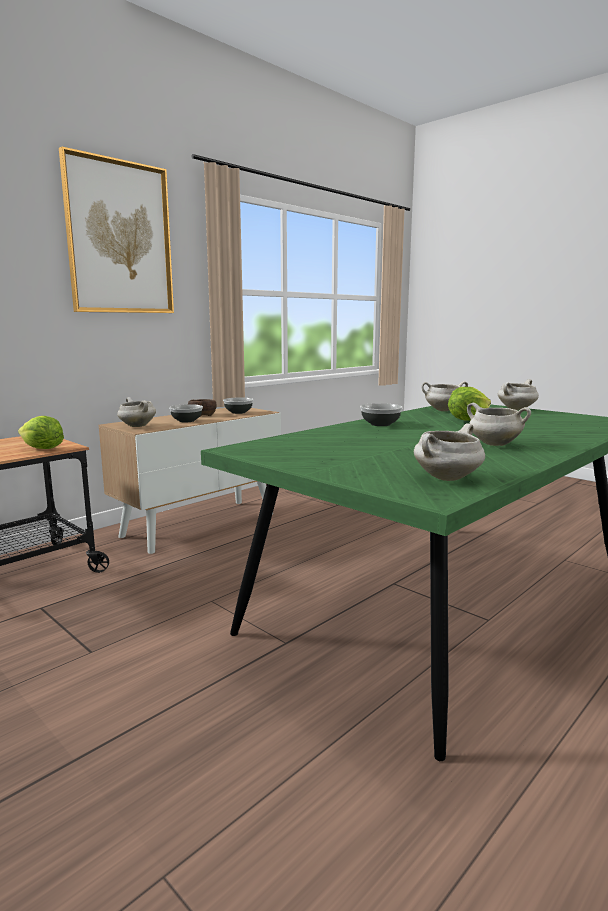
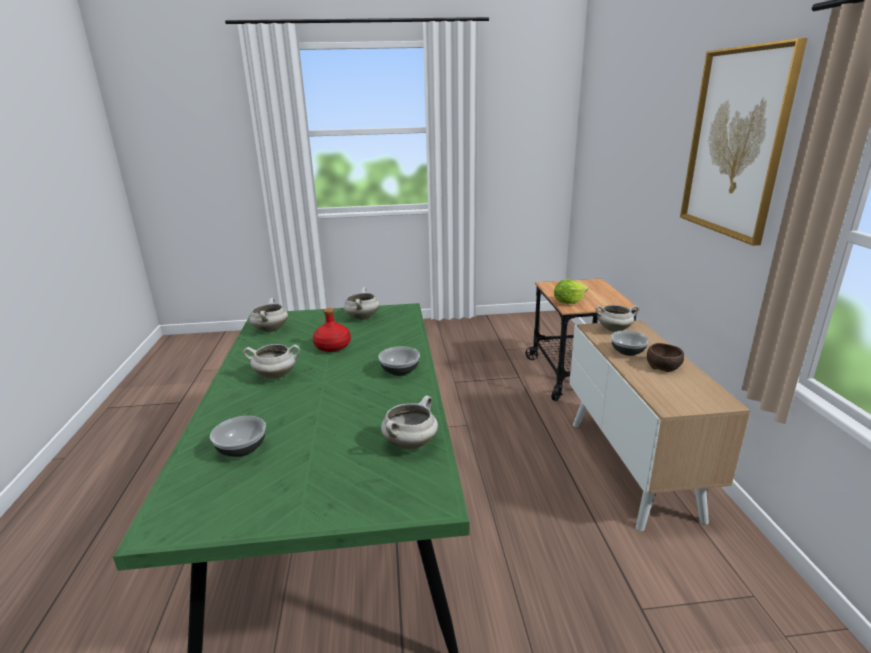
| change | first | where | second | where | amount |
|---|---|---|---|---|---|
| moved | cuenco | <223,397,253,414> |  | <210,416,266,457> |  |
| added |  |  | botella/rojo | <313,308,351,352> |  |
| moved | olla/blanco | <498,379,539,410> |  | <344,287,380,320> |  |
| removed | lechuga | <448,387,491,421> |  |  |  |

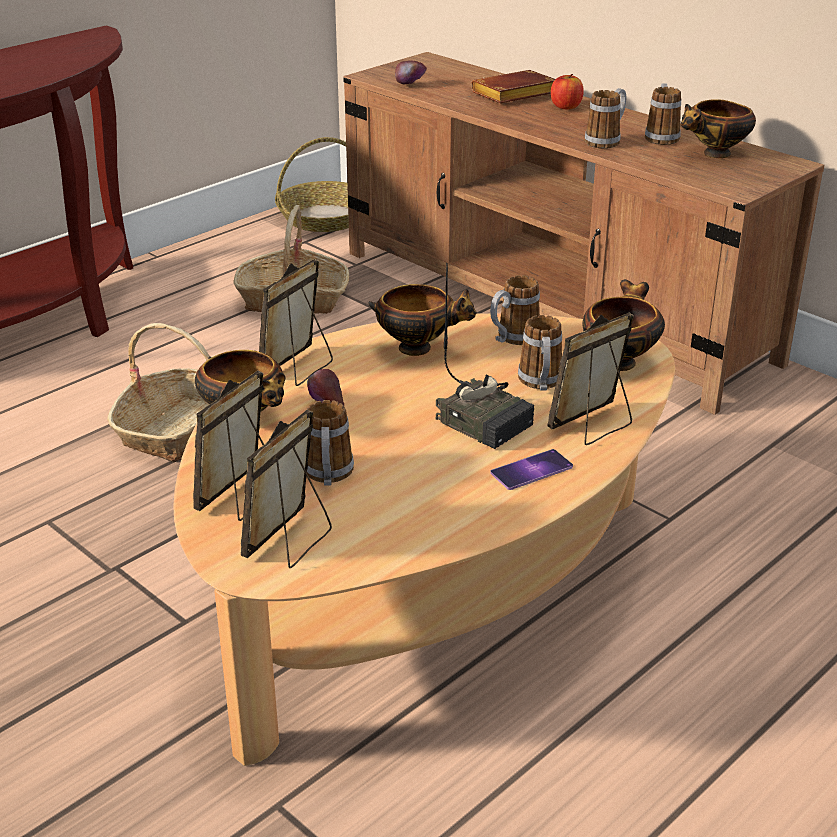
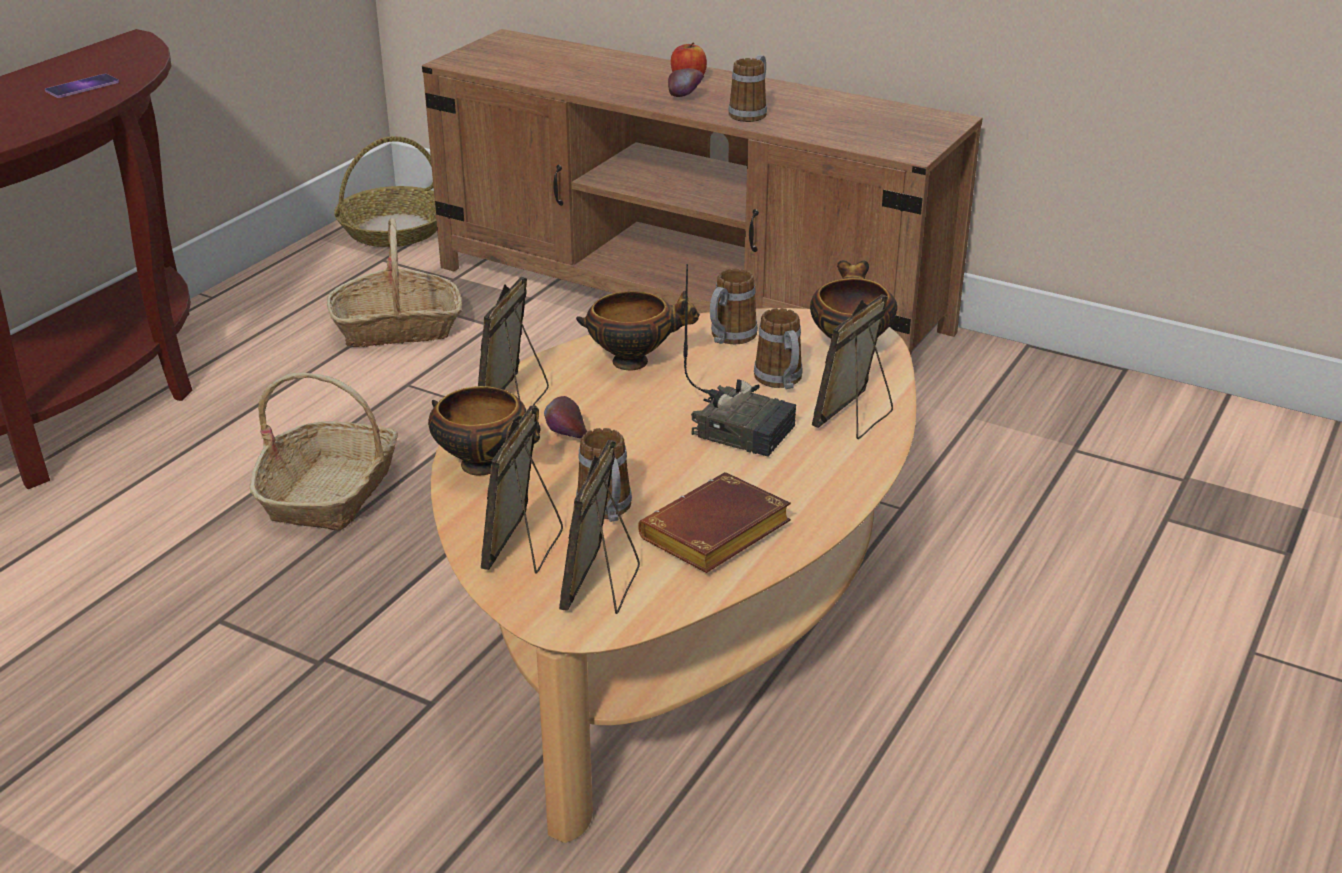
| change | first | where | second | where | amount |
|---|---|---|---|---|---|
| moved | móvil | <490,449,573,490> |  | <45,74,119,98> |  |
| moved | libro/marrón | <471,70,555,103> |  | <638,472,791,573> |  |
| moved | manzana | <395,61,427,84> |  | <668,68,704,97> |  |
| removed | taza grande | <645,84,681,145> |  |  |  |
| removed | cuenco | <681,99,756,158> |  |  |  |

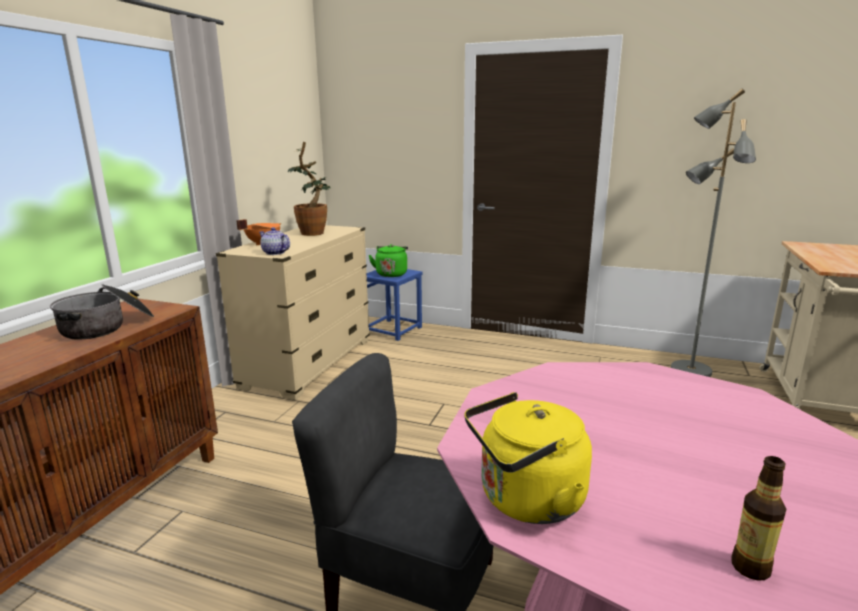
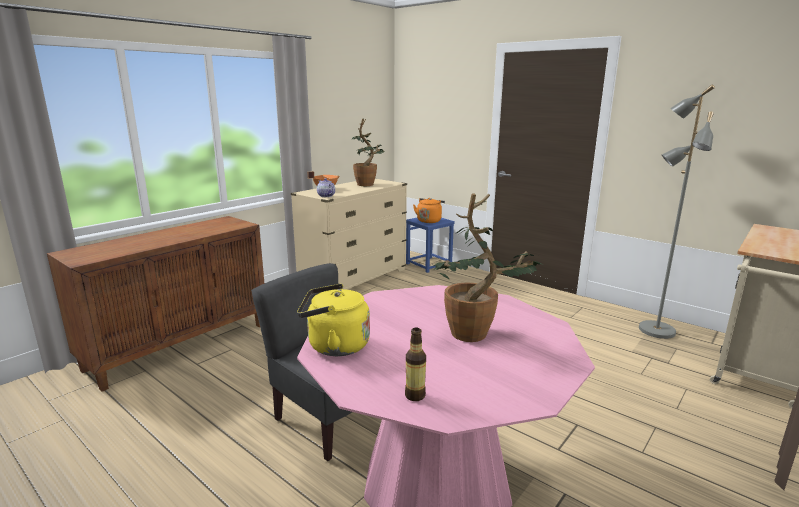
| change | first | where | second | where | amount |
|---|---|---|---|---|---|
| recoloured | hervidor/verde | <368,244,408,277> | hervidor/naranja | <413,198,445,223> |  |
| added |  |  | planta en maceta | <432,194,544,342> |  |
| removed | olla | <50,284,154,340> |  |  |  |

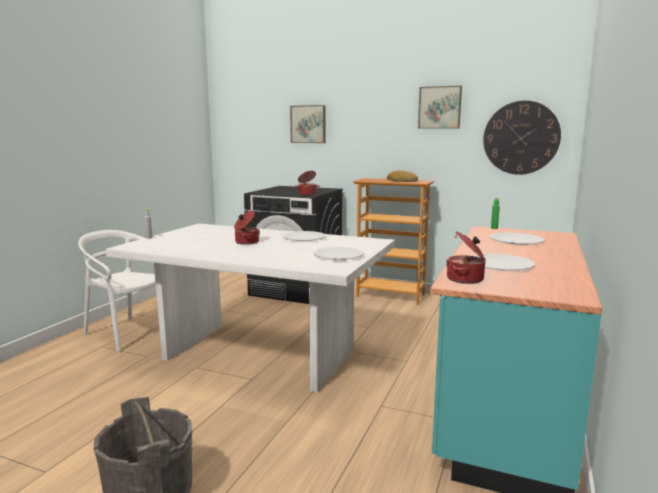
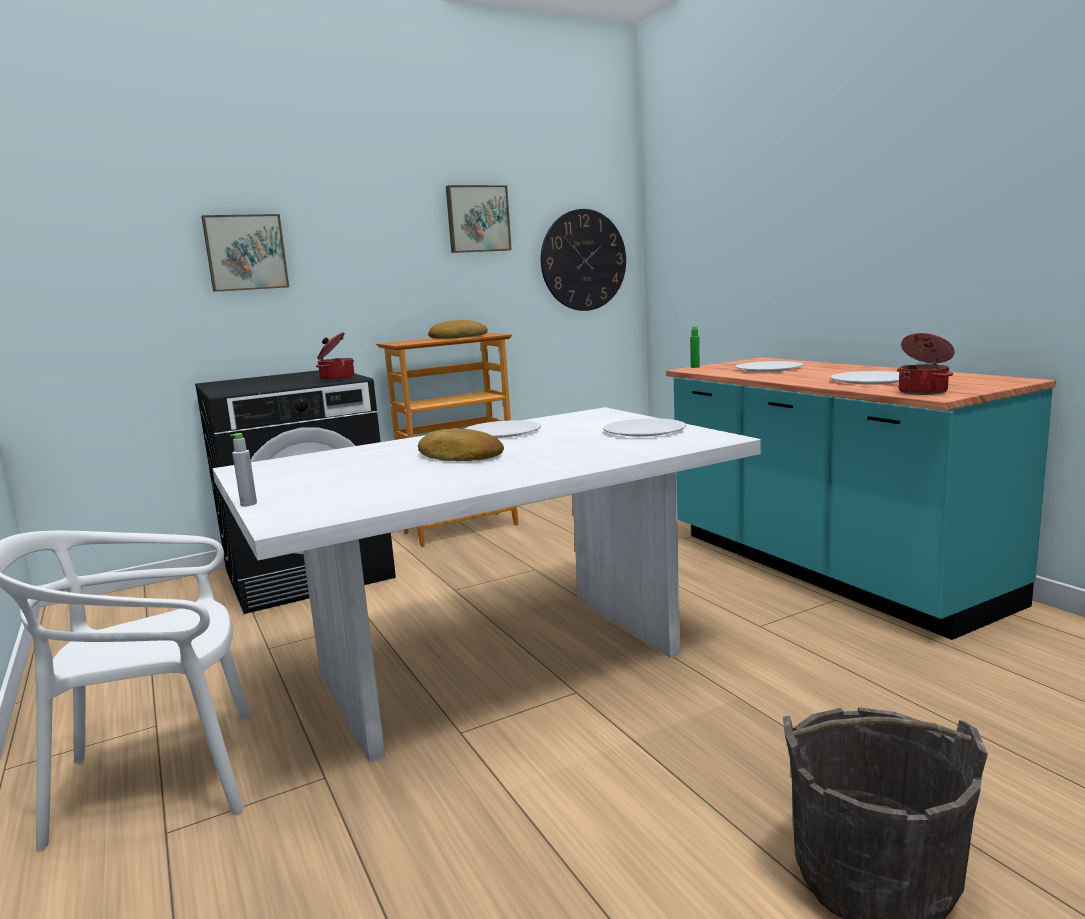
| change | first | where | second | where | amount |
|---|---|---|---|---|---|
| replaced | olla | <234,210,260,245> | pan | <418,428,504,461> |  |

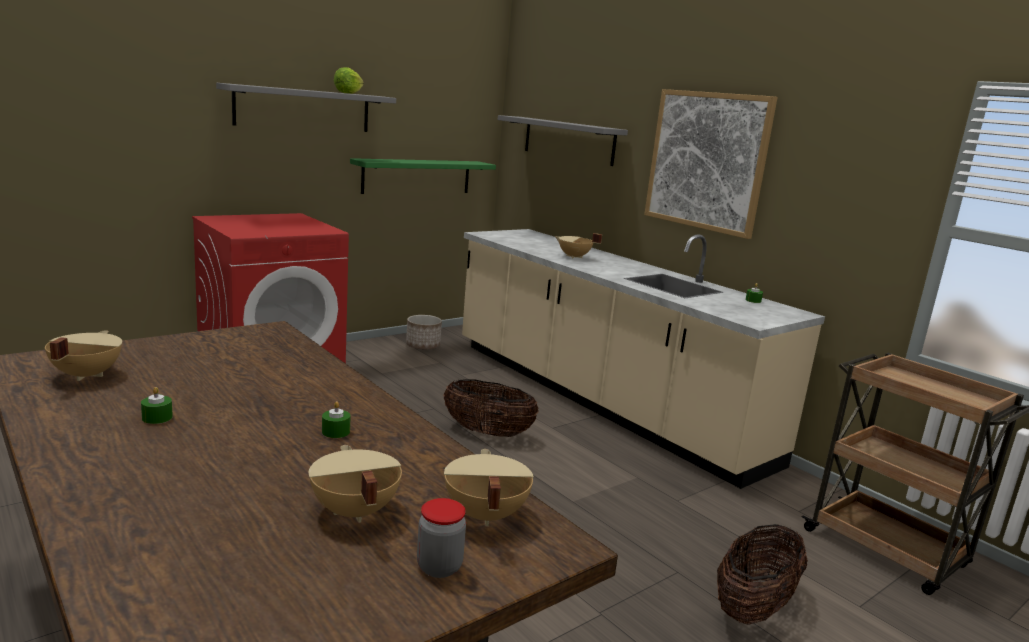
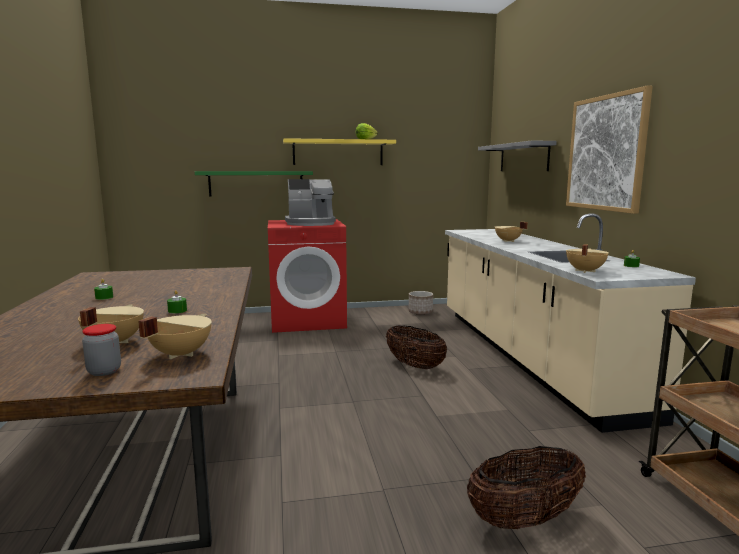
| change | first | where | second | where | amount |
|---|---|---|---|---|---|
| moved | estante/verde | <350,158,496,194> |  | <195,171,313,197> |  |
| recoloured | estante/gris | <216,83,396,132> | estante/amarillo | <283,138,396,165> |  |
| added |  |  | cafetera | <285,179,336,226> |  |
| moved | olla/beis | <45,330,122,381> |  | <566,244,609,273> |  |

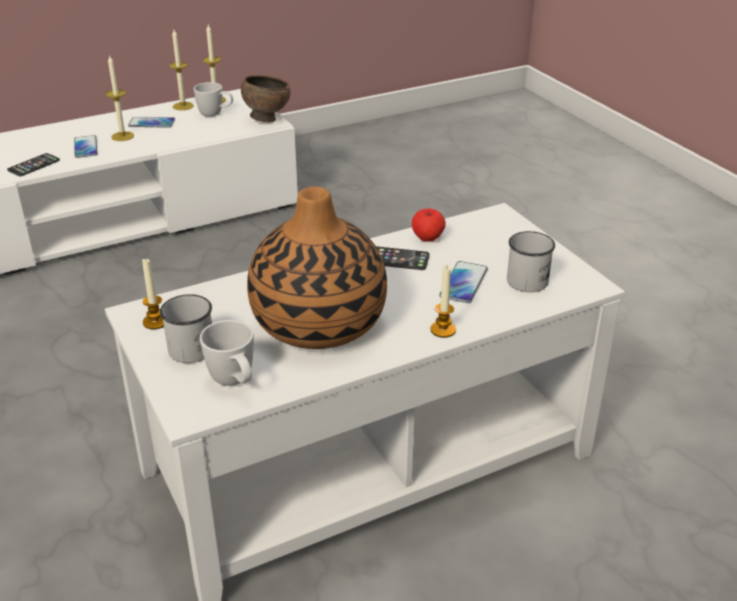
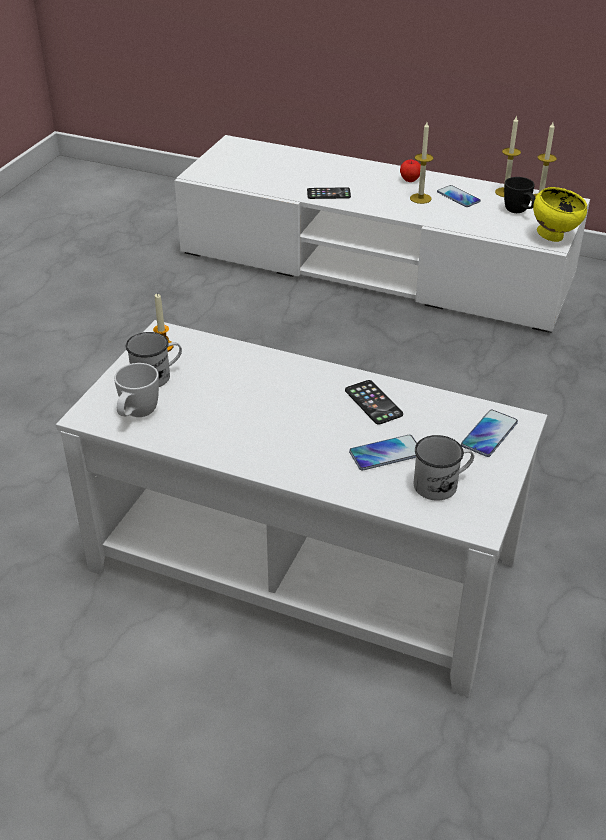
| change | first | where | second | where | amount |
|---|---|---|---|---|---|
| moved | manzana | <412,208,446,242> |  | <400,160,421,182> |  |
| moved | móvil | <74,135,98,158> |  | <461,410,518,457> |  |
| recoloured | taza grande/blanco | <194,82,233,117> | taza grande/negro | <504,177,535,213> |  |
| recoloured | cuenco/marrón | <241,75,291,122> | cuenco/amarillo | <533,187,587,242> |  |
| removed | florero | <247,187,387,349> |  |  |  |
| removed | vela | <430,266,456,338> |  |  |  |

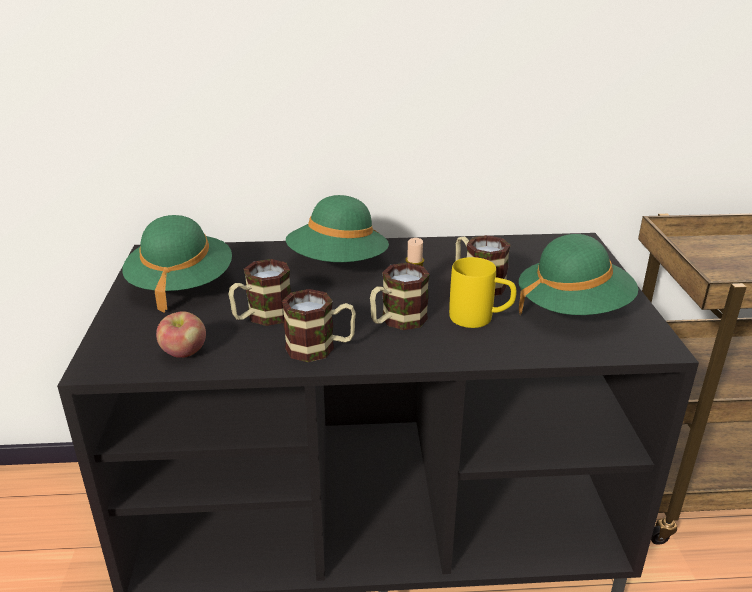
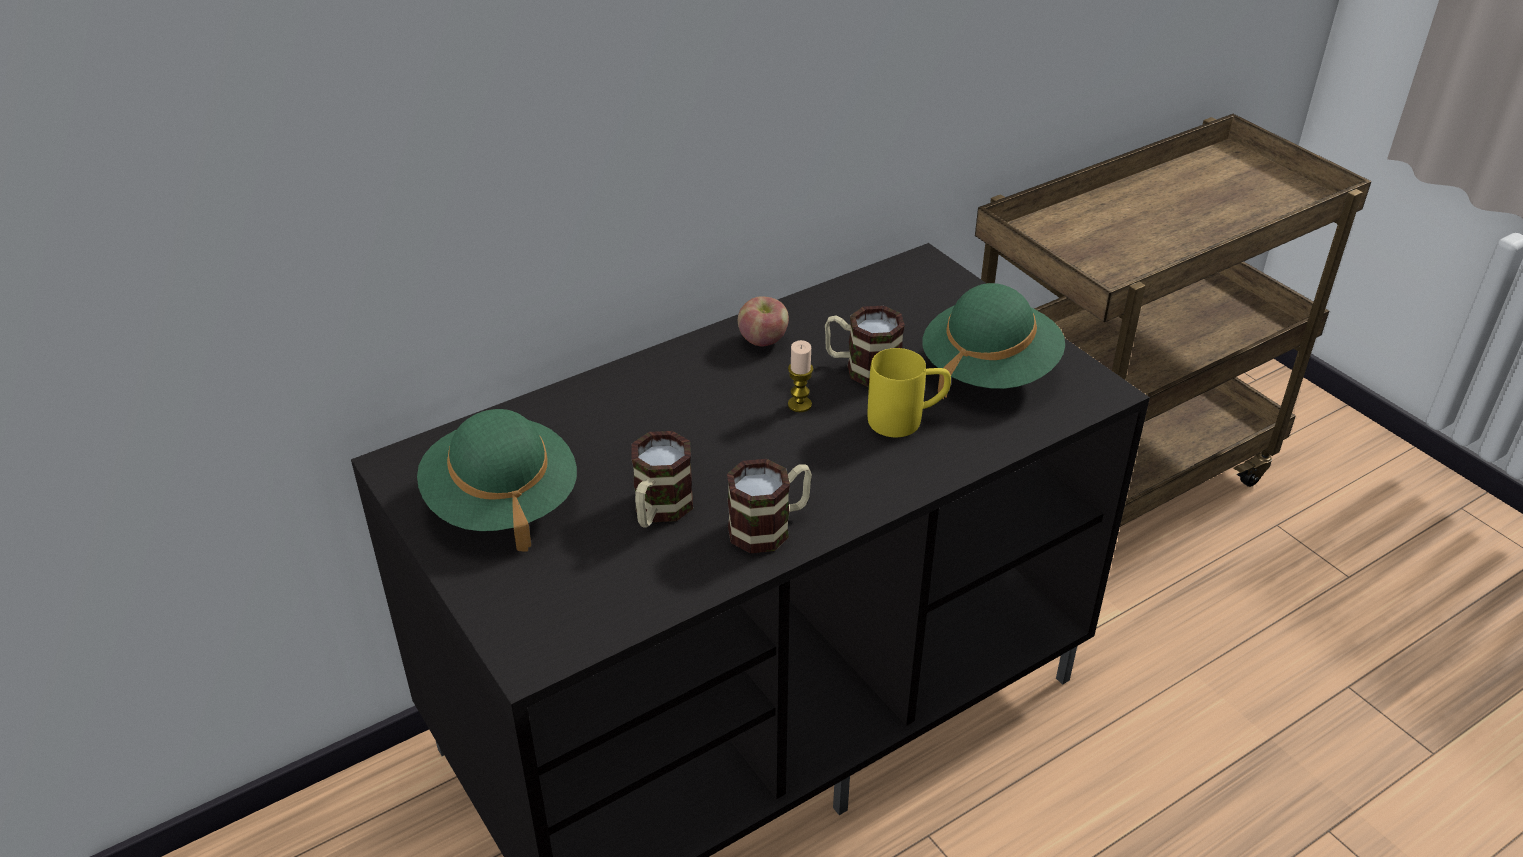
| change | first | where | second | where | amount |
|---|---|---|---|---|---|
| moved | manzana | <156,311,206,358> |  | <738,296,789,346> |  |
| removed | sombrero/verde | <286,195,389,262> |  |  |  |
| removed | taza grande | <370,263,430,330> |  |  |  |

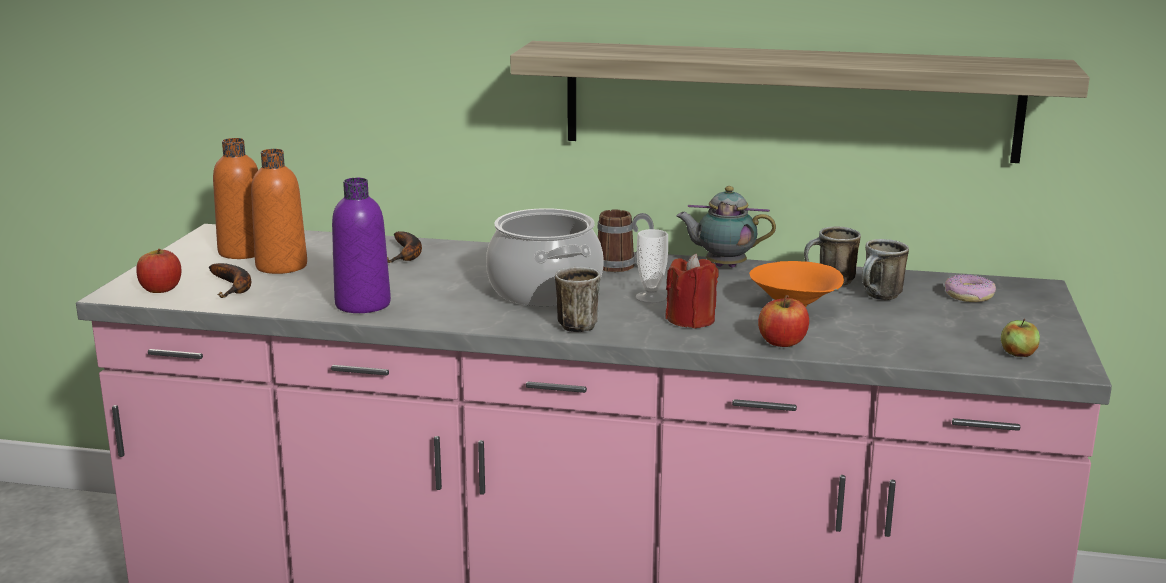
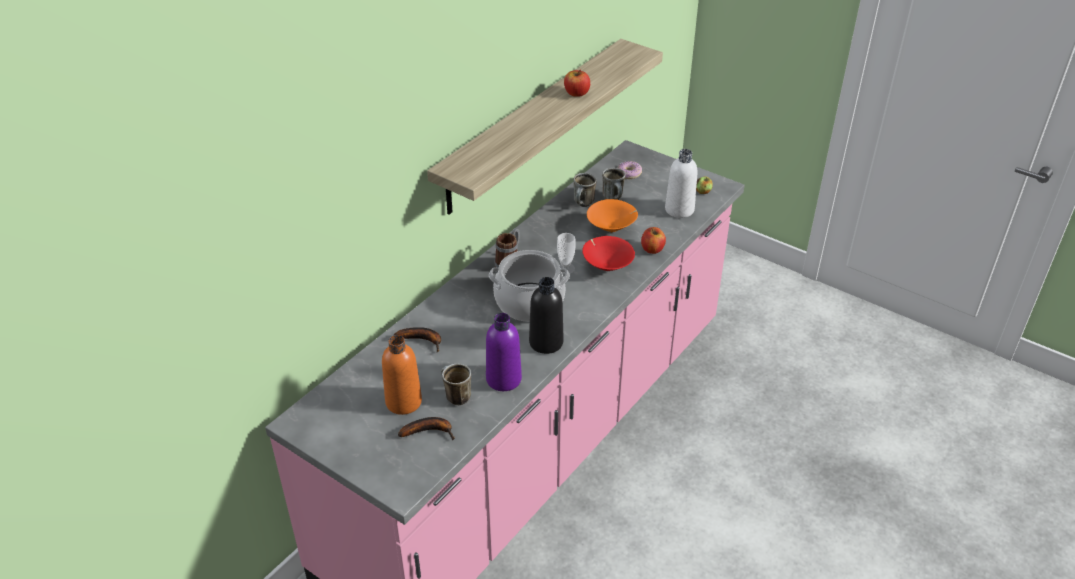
| change | first | where | second | where | amount |
|---|---|---|---|---|---|
| moved | taza grande | <555,267,600,332> |  | <441,363,471,405> |  |
| added |  |  | botella/negro | <529,277,564,354> |  |
| moved | manzana | <136,249,181,293> |  | <564,70,590,97> |  |
| replaced | vela/rojo | <665,254,719,328> | cuenco/rojo | <582,236,635,271> |  |
| added |  |  | botella/blanco | <665,149,697,218> |  |
| removed | botella/naranja | <213,138,258,259> |  |  |  |
| removed | tetera | <676,186,776,268> |  |  |  |

